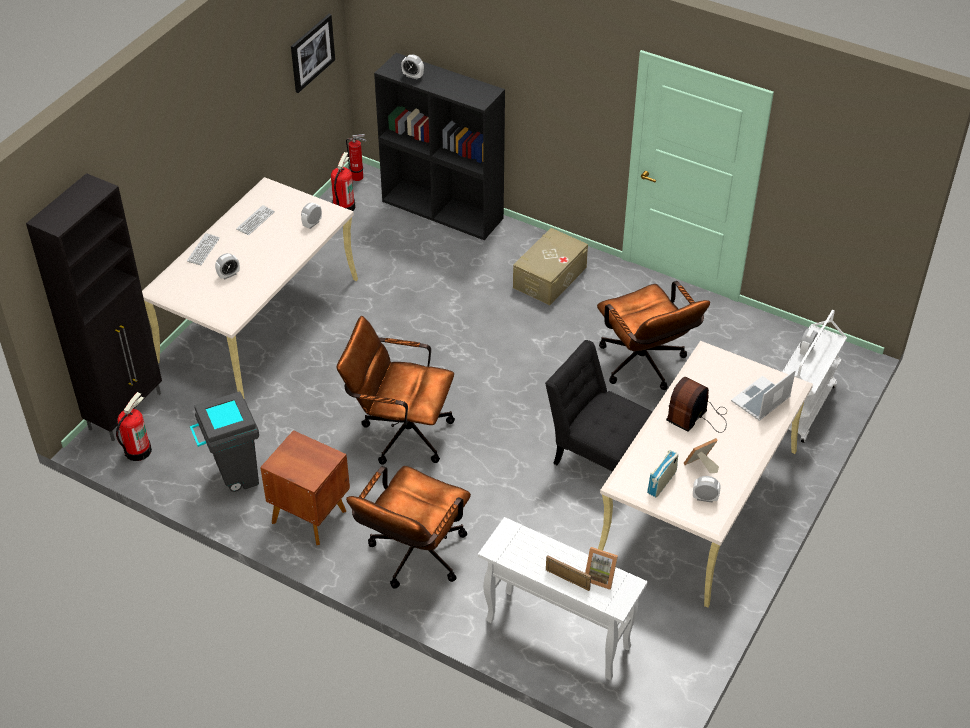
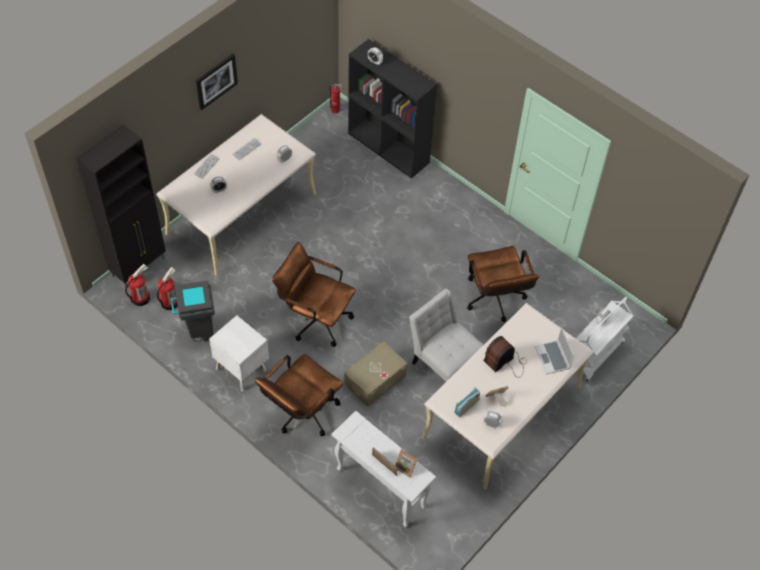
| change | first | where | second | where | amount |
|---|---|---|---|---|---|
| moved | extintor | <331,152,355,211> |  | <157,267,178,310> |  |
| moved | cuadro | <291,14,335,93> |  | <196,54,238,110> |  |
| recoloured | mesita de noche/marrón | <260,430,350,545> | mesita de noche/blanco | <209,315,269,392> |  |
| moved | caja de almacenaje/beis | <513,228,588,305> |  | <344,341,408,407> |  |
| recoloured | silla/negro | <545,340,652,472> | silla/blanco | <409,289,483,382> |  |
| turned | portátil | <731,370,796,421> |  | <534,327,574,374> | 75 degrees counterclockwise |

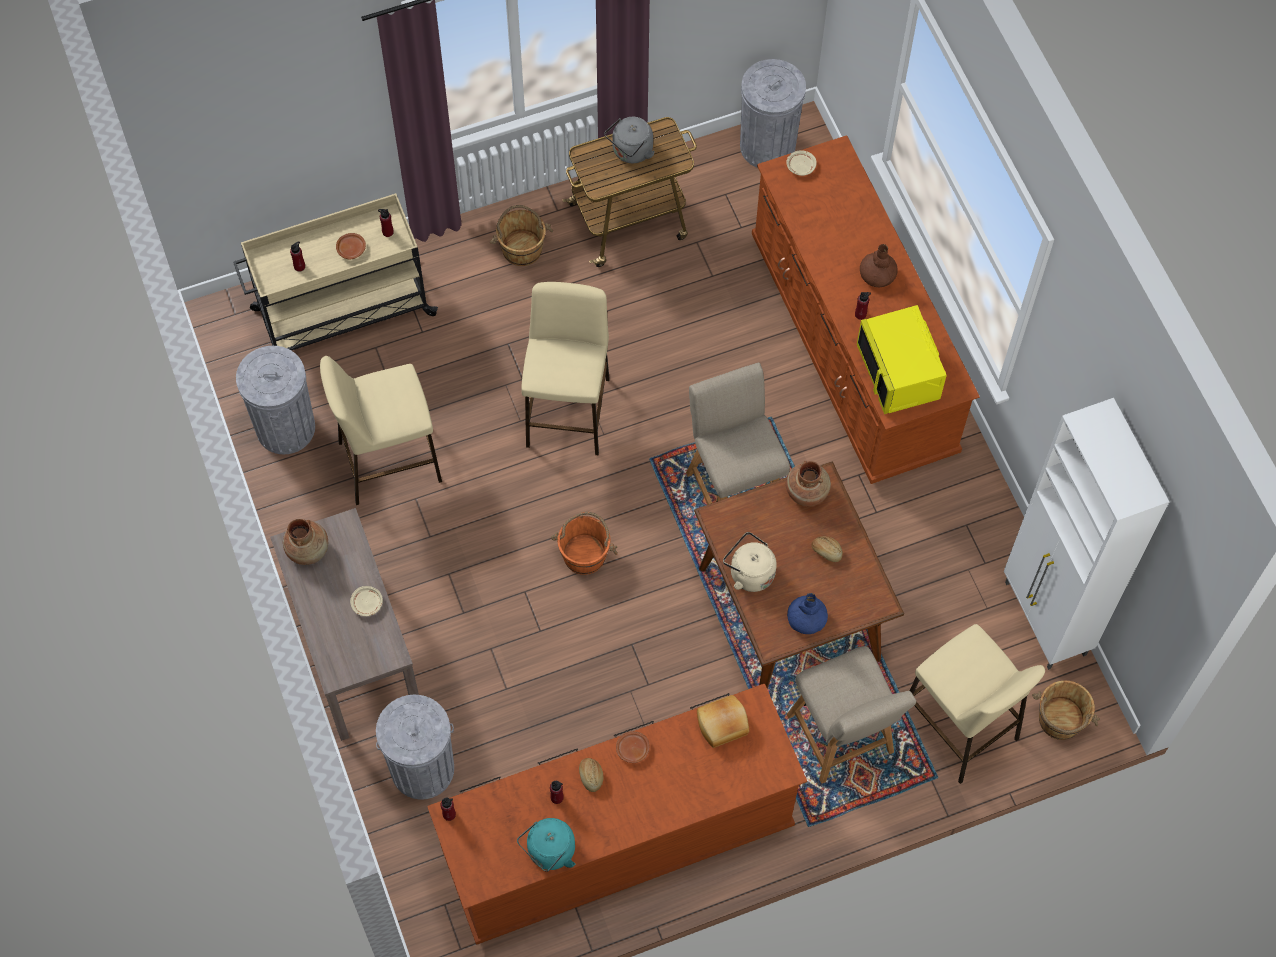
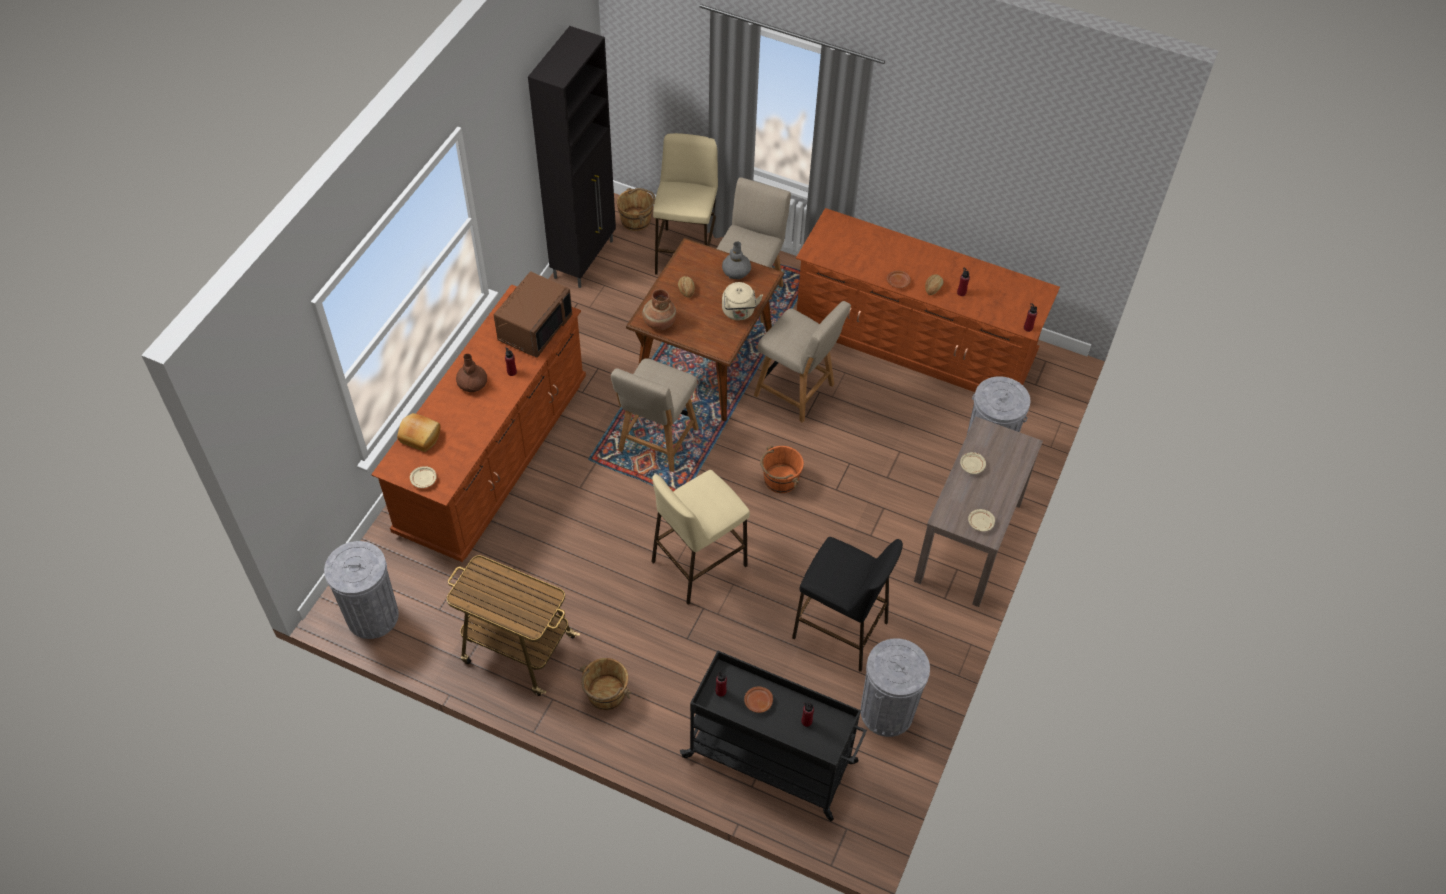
| change | first | where | second | where | amount |
|---|---|---|---|---|---|
| moved | pan | <697,695,749,748> |  | <397,413,440,452> |  |
| recoloured | microondas/amarillo | <857,305,947,414> | microondas/marrón | <494,271,572,358> |  |
| recoloured | armario/blanco | <1004,398,1169,670> | armario/negro | <528,26,616,288> |  |
| recoloured | carrito/beis | <233,193,438,350> | carrito/negro | <680,651,867,821> |  |
| recoloured | florero/azul | <787,593,828,634> | florero/gris | <722,242,751,279> |  |
| added |  |  | silla/beis | <754,301,851,423> |  |
| recoloured | taburete/beis | <320,356,442,505> | taburete/negro | <792,537,903,672> |  |
| replaced | florero/marrón | <283,519,328,565> | plato/beis | <968,509,995,532> |  |
| removed | hervidor/turquesa | <517,818,575,872> |  |  |  |
| removed | hervidor/gris | <604,117,655,163> |  |  |  |

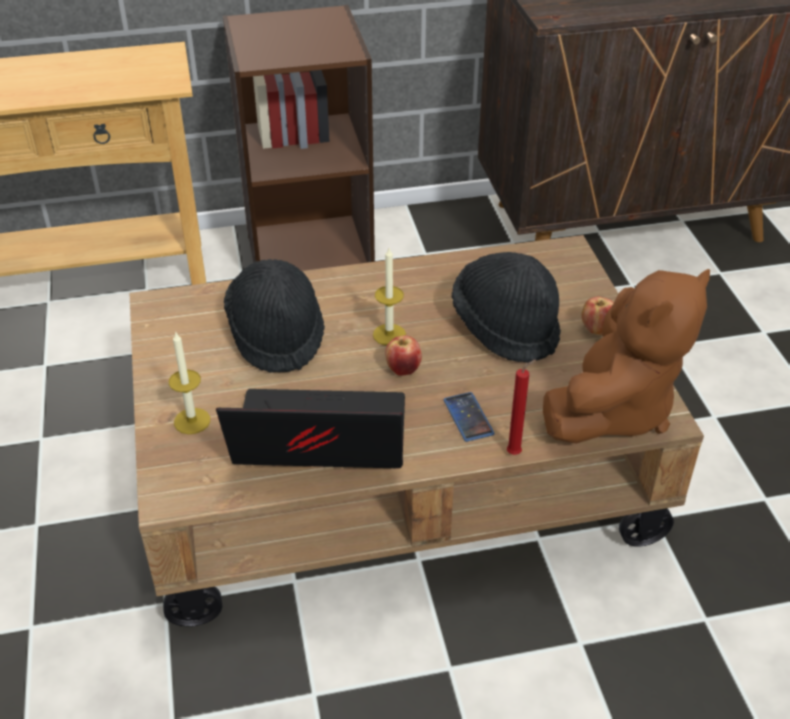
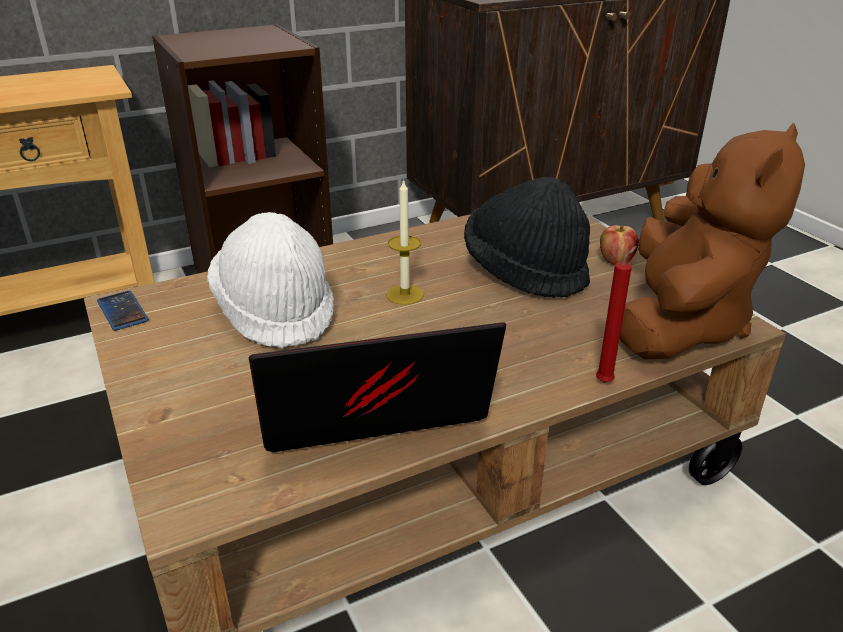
| change | first | where | second | where | amount |
|---|---|---|---|---|---|
| moved | móvil | <443,392,495,442> |  | <97,291,149,331> |  |
| recoloured | sombrero/negro | <224,259,325,373> | sombrero/blanco | <207,212,334,348> |  |
| removed | vela | <169,332,210,434> |  |  |  |
| removed | manzana | <385,335,422,376> |  |  |  |

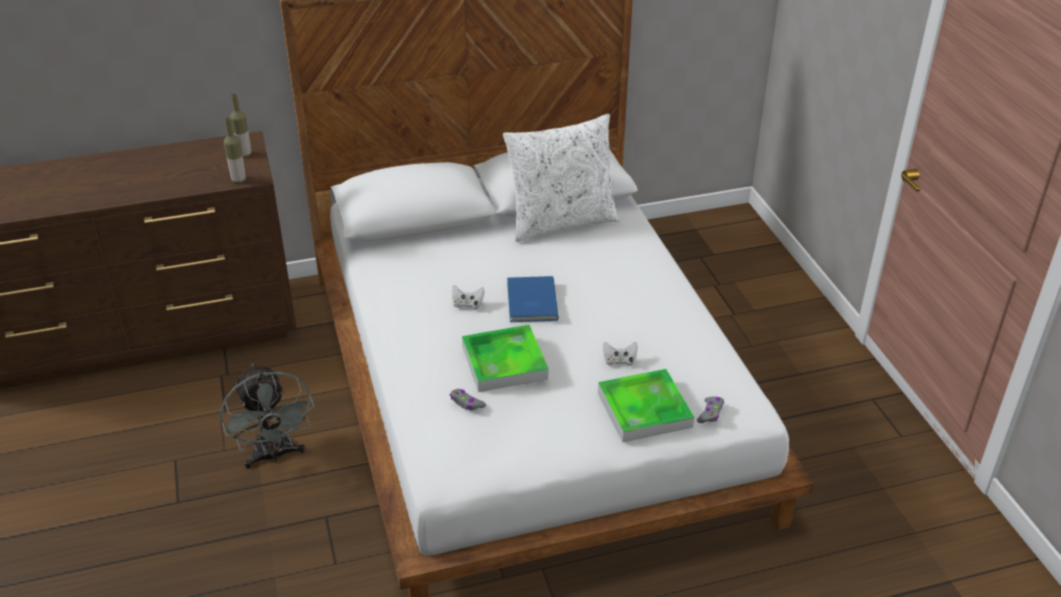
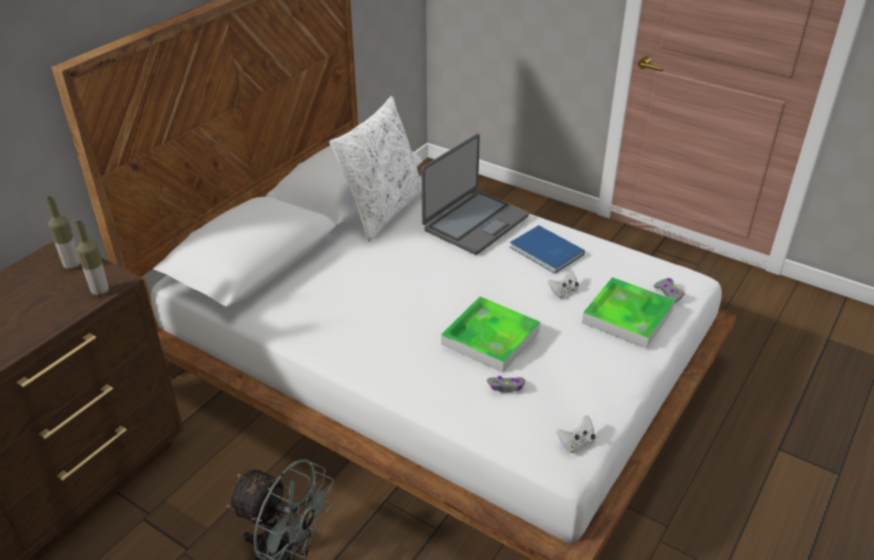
| change | first | where | second | where | amount |
|---|---|---|---|---|---|
| added |  |  | portátil | <421,134,529,255> |  |
| moved | libro/azul | <507,276,559,322> |  | <510,225,585,273> |  |
| moved | mando de consola/blanco | <452,285,485,309> |  | <557,415,596,453> |  |

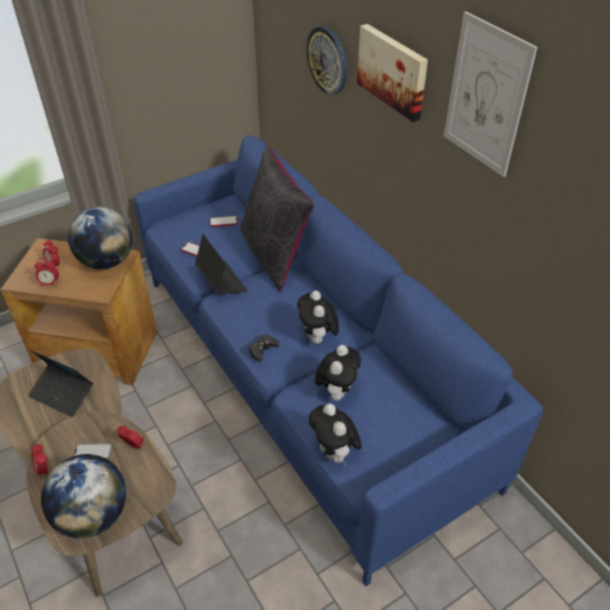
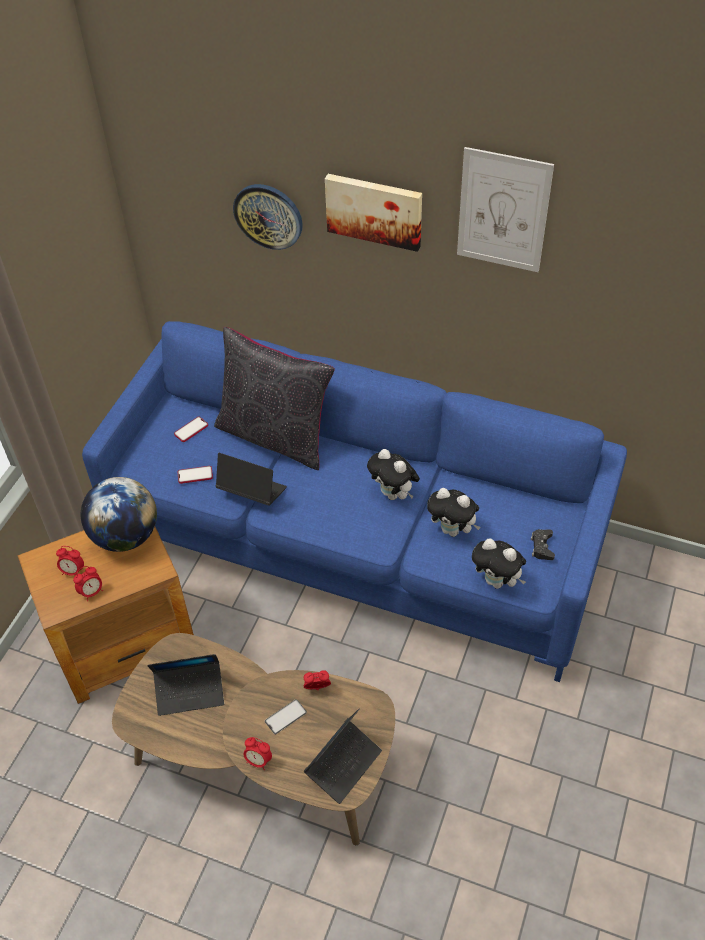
| change | first | where | second | where | amount |
|---|---|---|---|---|---|
| replaced | globo terráqueo | <41,454,126,538> | portátil | <304,708,382,804> |  |
| turned | peluche | <315,345,361,401> |  | <427,488,481,537> | 135 degrees clockwise |
| moved | mando de consola/negro | <249,334,279,362> |  | <531,529,555,560> |  |

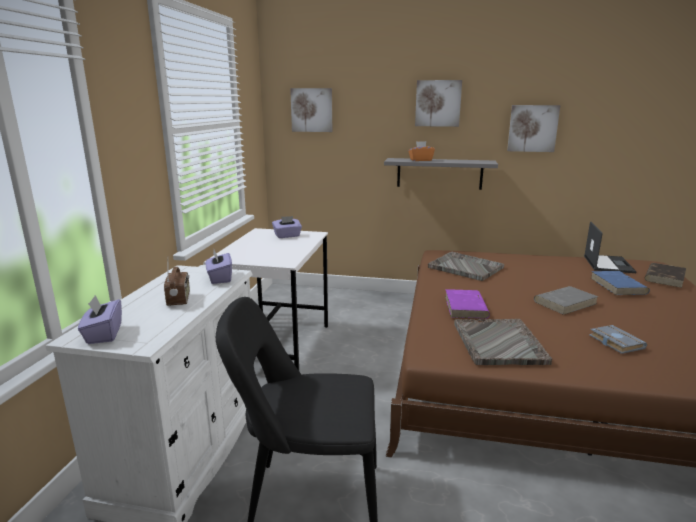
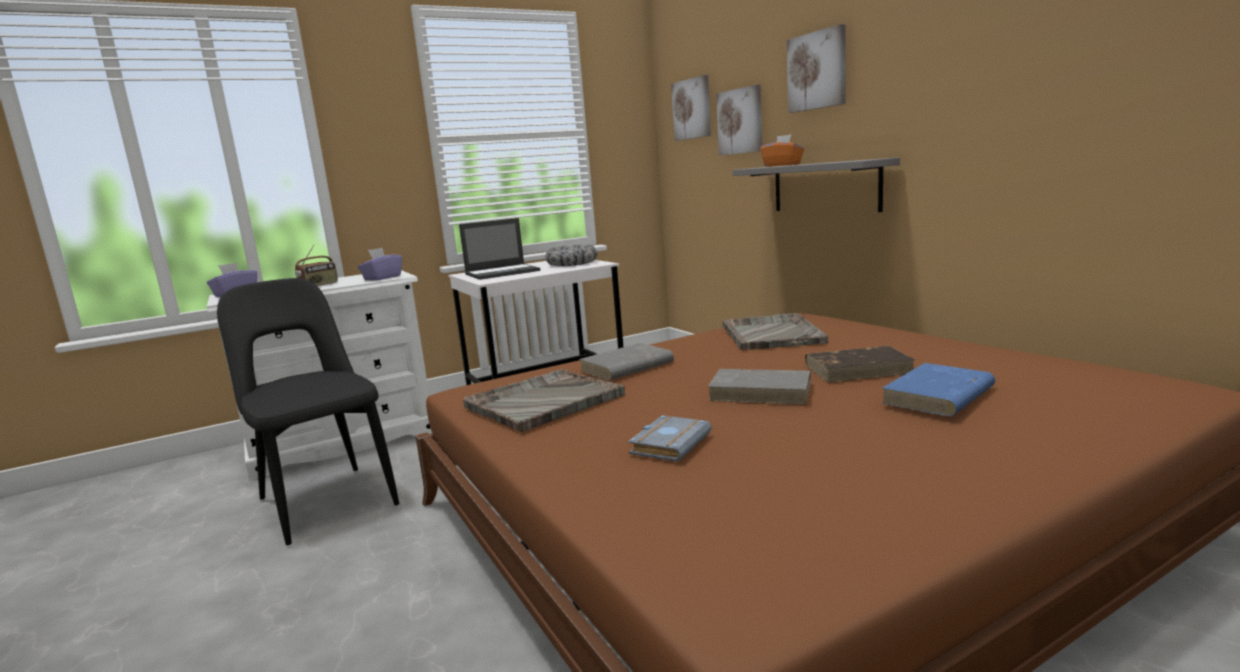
| change | first | where | second | where | amount |
|---|---|---|---|---|---|
| moved | portátil | <584,222,637,273> |  | <459,218,540,280> |  |
| replaced | caja de pañuelos/morado | <272,216,302,238> | cuenco | <545,244,597,266> |  |
| recoloured | libro/morado | <445,289,490,319> | libro/gris | <579,343,674,381> |  |
| moved | cuadro | <507,105,560,152> |  | <716,84,762,155> |  |
| moved | libro/marrón | <645,263,686,288> |  | <805,346,915,383> |  |

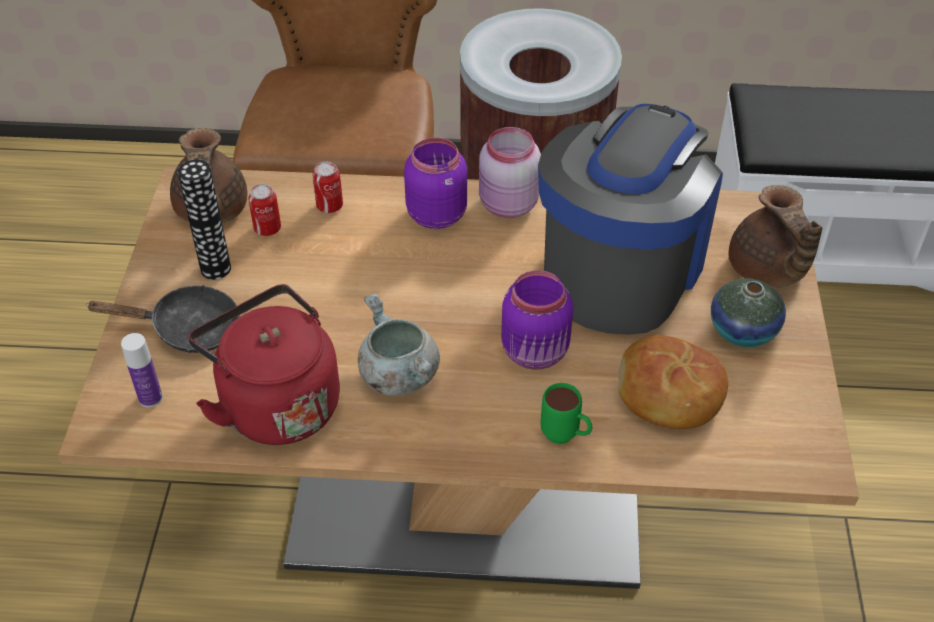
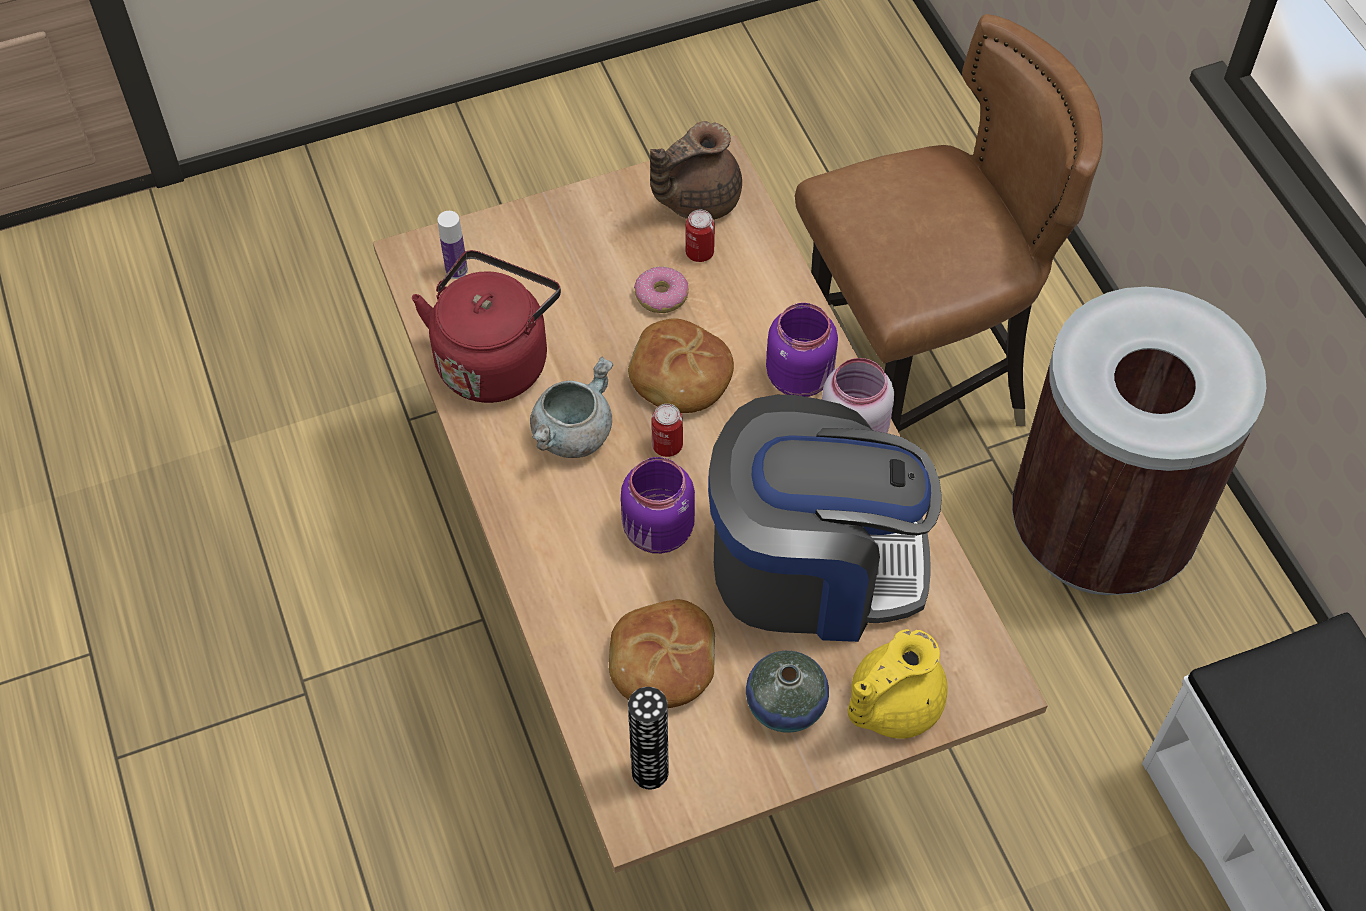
| change | first | where | second | where | amount |
|---|---|---|---|---|---|
| added |  |  | pan | <628,318,734,413> |  |
| moved | florero | <177,159,231,280> |  | <628,687,669,790> |  |
| added |  |  | rosquilla | <634,267,689,313> |  |
| moved | lata | <313,162,343,213> |  | <651,404,683,457> |  |
| recoloured | tetera/marrón | <728,185,823,287> | tetera/amarillo | <848,629,948,739> |  |
| removed | sartén/negro | <86,285,240,353> |  |  |  |
| removed | taza grande/verde | <541,383,592,444> |  |  |  |

